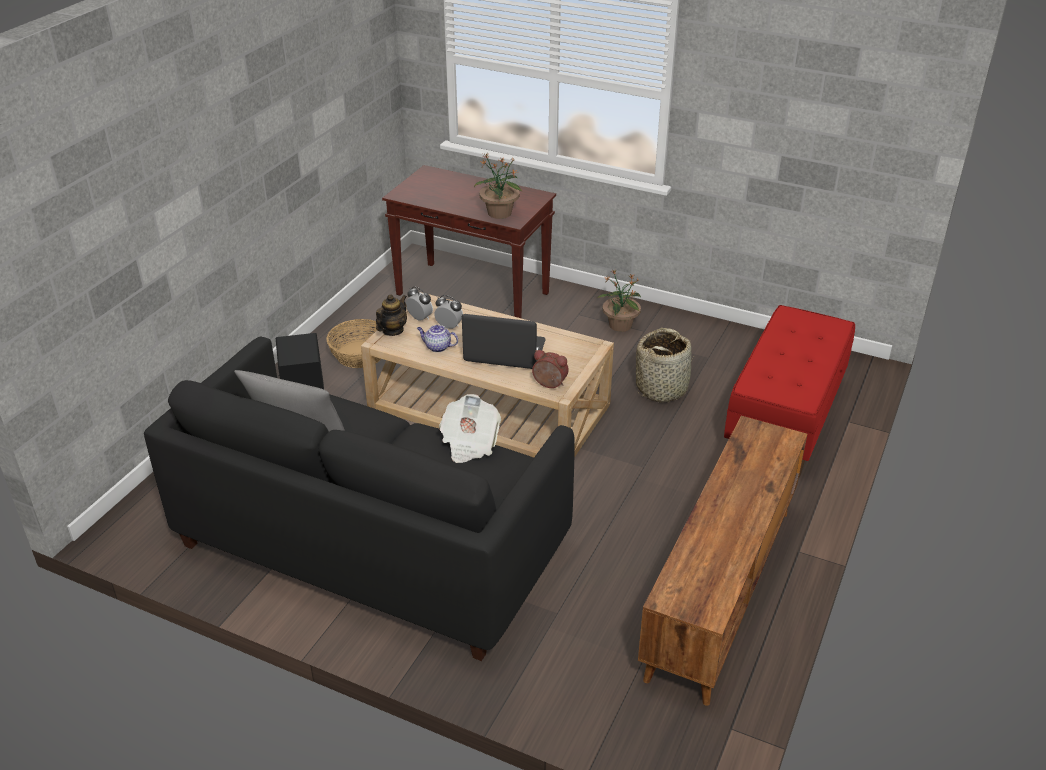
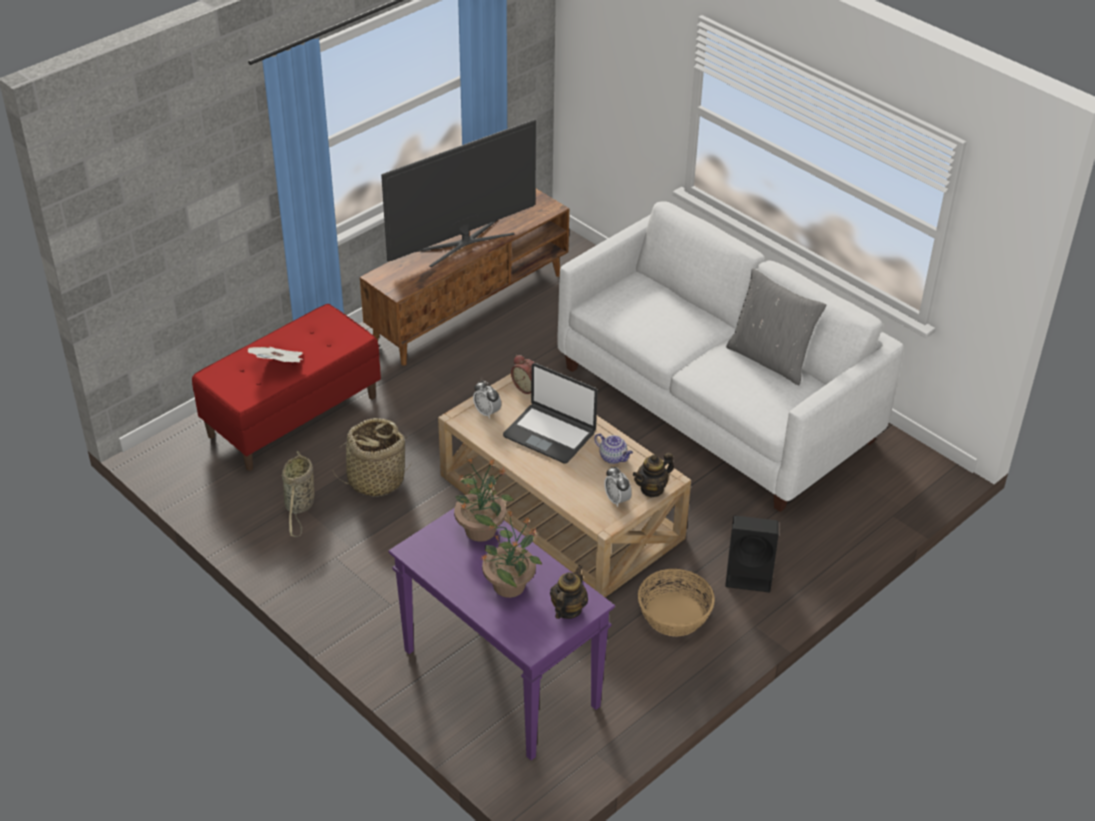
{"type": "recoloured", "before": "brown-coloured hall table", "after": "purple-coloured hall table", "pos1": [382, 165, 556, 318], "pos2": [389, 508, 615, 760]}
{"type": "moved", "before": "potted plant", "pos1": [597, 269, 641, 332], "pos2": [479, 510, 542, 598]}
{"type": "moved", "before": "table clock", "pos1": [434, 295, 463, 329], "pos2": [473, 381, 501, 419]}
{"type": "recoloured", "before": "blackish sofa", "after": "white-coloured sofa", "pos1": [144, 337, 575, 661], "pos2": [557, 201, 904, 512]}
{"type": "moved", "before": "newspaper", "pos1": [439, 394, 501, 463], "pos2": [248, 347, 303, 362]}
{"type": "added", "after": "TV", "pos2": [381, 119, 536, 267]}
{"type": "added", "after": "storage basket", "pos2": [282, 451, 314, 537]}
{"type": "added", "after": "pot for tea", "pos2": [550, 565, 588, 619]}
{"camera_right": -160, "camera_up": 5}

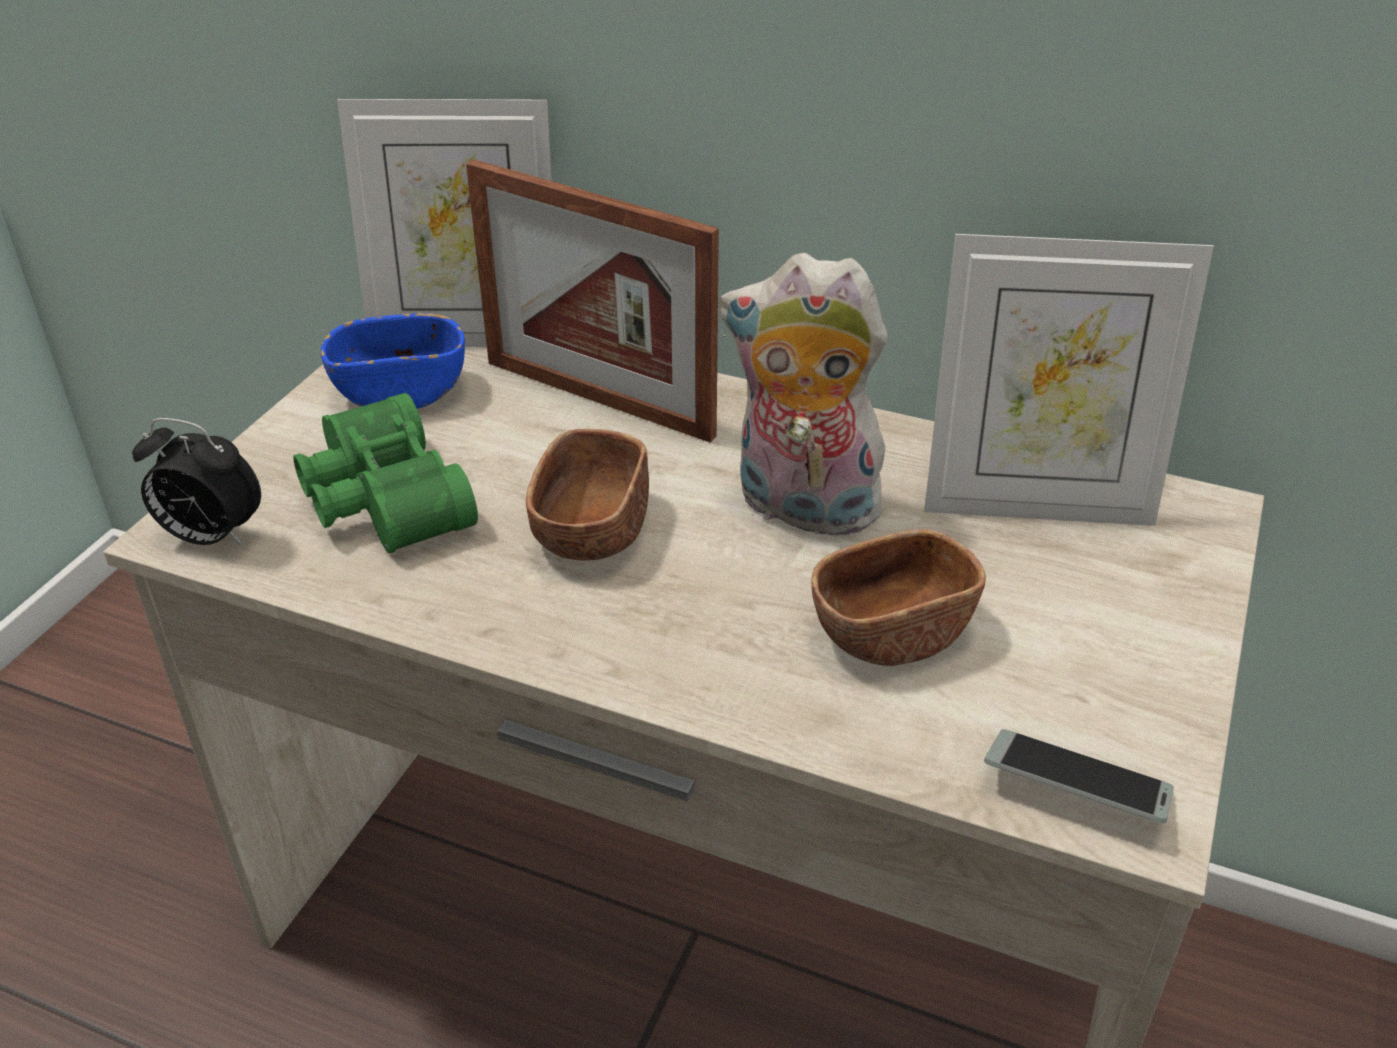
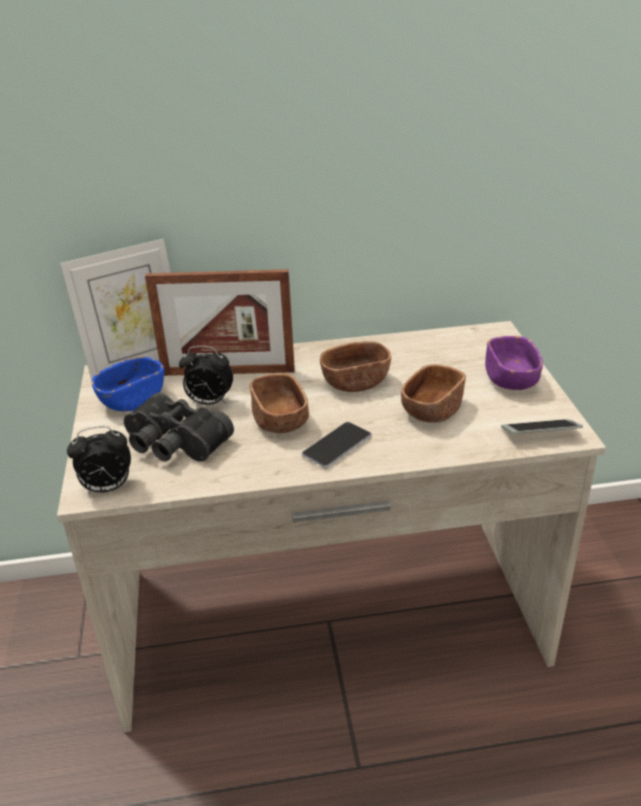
{"type": "removed", "before": "standing frame", "pos1": [924, 234, 1214, 526]}
{"type": "replaced", "before": "soft toy", "after": "brown-coloured serving bowl", "pos1": [720, 253, 890, 542], "pos2": [320, 341, 391, 392]}
{"type": "recoloured", "before": "green pair of binoculars", "after": "blackish pair of binoculars", "pos1": [293, 393, 478, 553], "pos2": [124, 392, 234, 462]}
{"type": "added", "after": "purple-coloured serving bowl", "pos2": [485, 336, 543, 390]}
{"type": "added", "after": "table clock", "pos2": [179, 346, 233, 405]}
{"type": "added", "after": "handset", "pos2": [301, 422, 372, 469]}
{"camera_right": -30, "camera_up": -5}

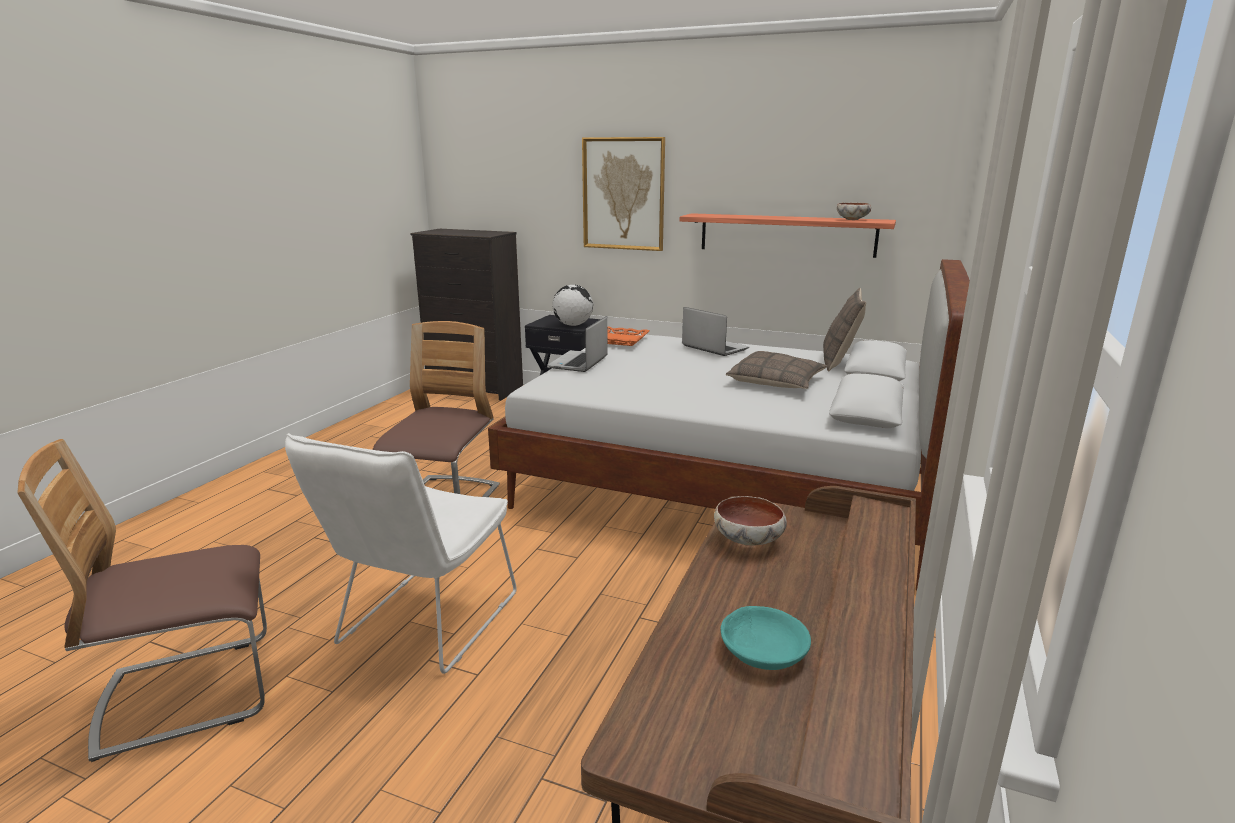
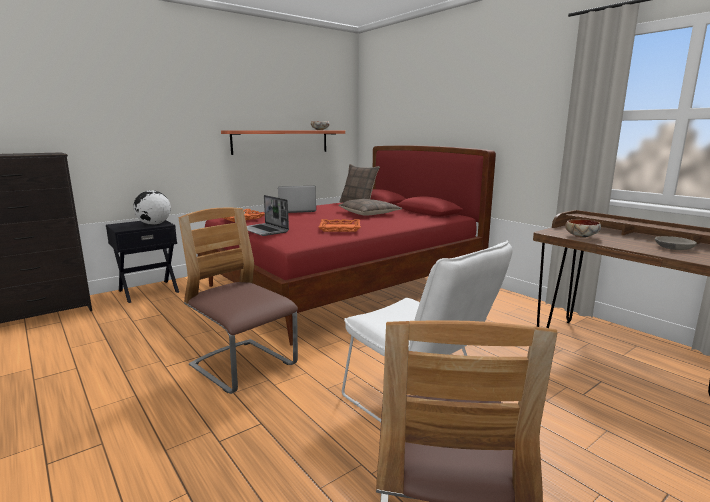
{"type": "removed", "before": "picture", "pos1": [582, 137, 665, 251]}
{"type": "recoloured", "before": "white-coloured bed", "after": "reddish bed", "pos1": [488, 259, 970, 590], "pos2": [198, 146, 496, 346]}
{"type": "recoloured", "before": "turquoise serving bowl", "after": "greyish serving bowl", "pos1": [720, 606, 811, 670], "pos2": [655, 236, 697, 250]}
{"type": "added", "after": "orange-coloured carrying tray", "pos2": [319, 219, 361, 232]}
{"camera_right": -60, "camera_up": -5}

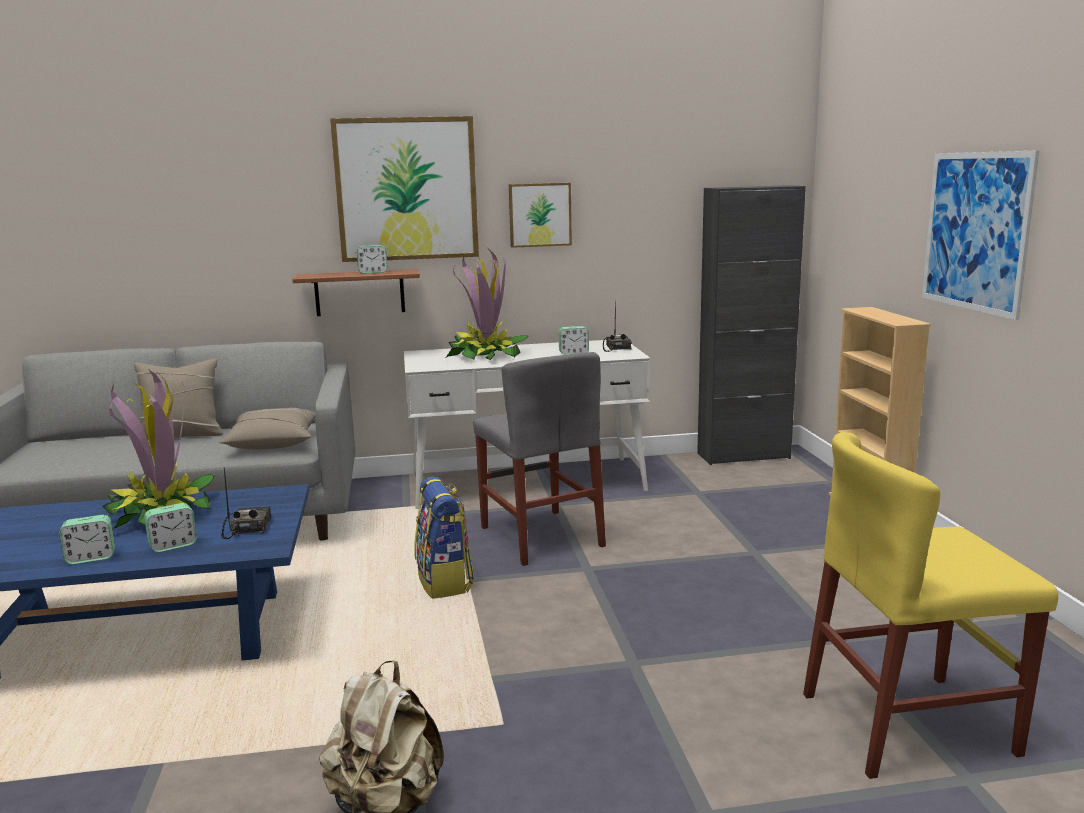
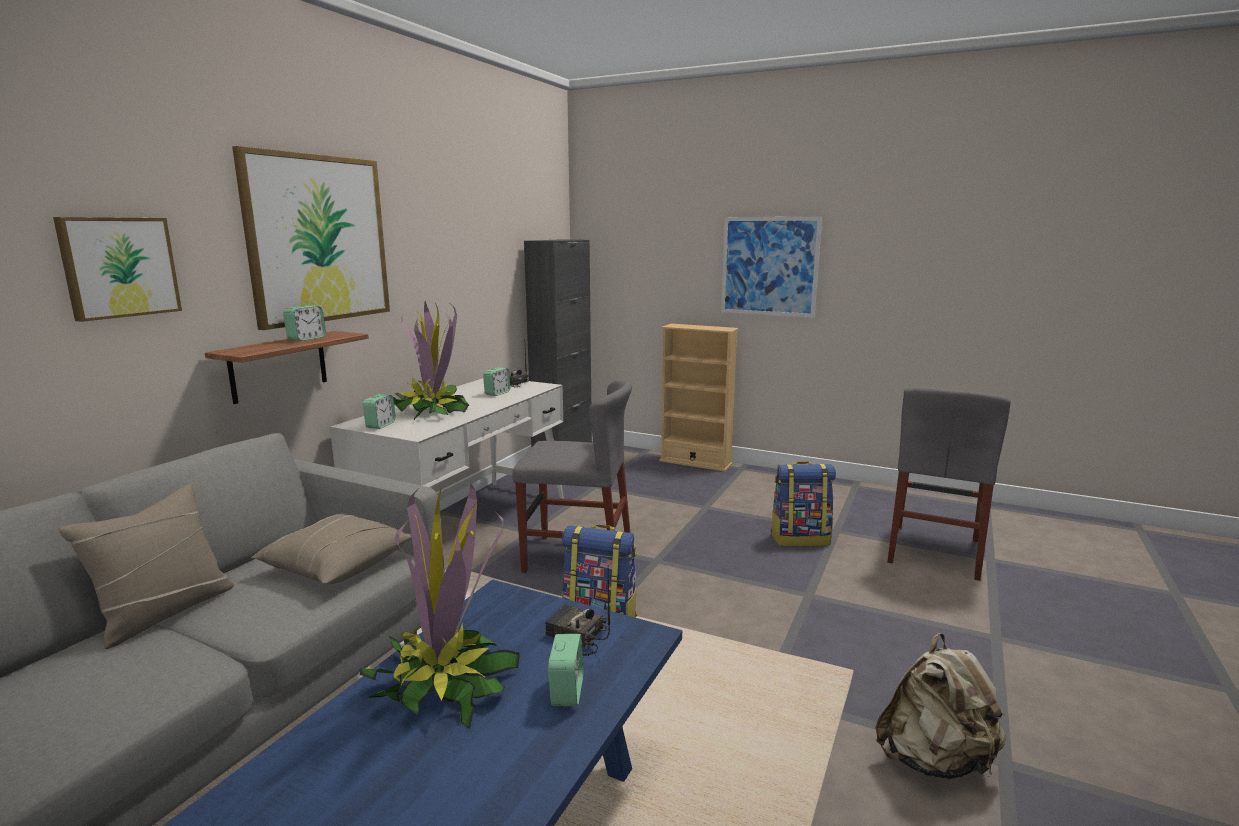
{"type": "moved", "before": "picture", "pos1": [509, 183, 572, 248], "pos2": [53, 217, 182, 322]}
{"type": "recoloured", "before": "yellow-coloured upright chair", "after": "greyish upright chair", "pos1": [803, 432, 1058, 779], "pos2": [887, 387, 1011, 581]}
{"type": "moved", "before": "table clock", "pos1": [59, 515, 115, 565], "pos2": [363, 394, 396, 429]}
{"type": "added", "after": "backpack", "pos2": [770, 461, 836, 546]}
{"camera_right": -55, "camera_up": 0}

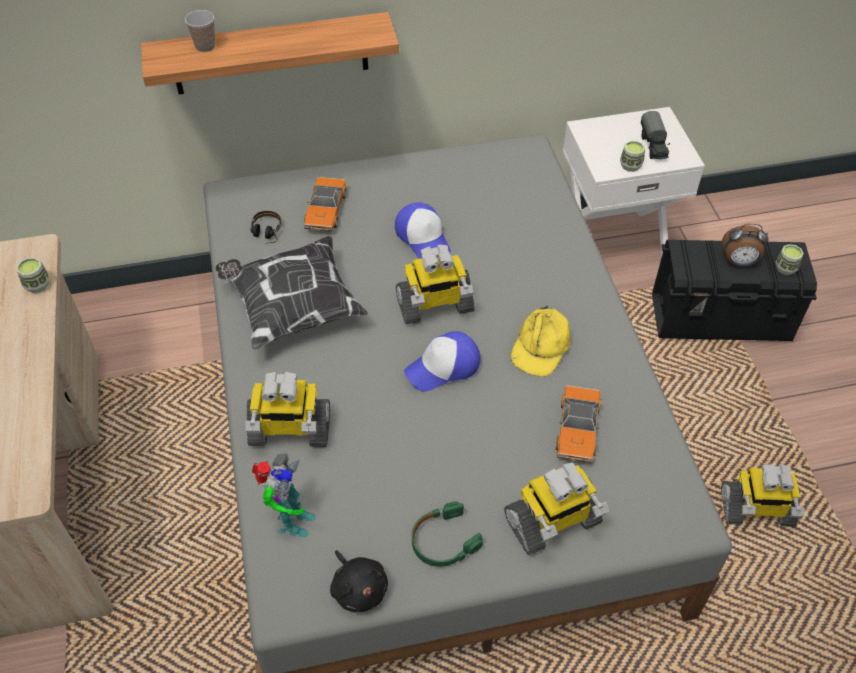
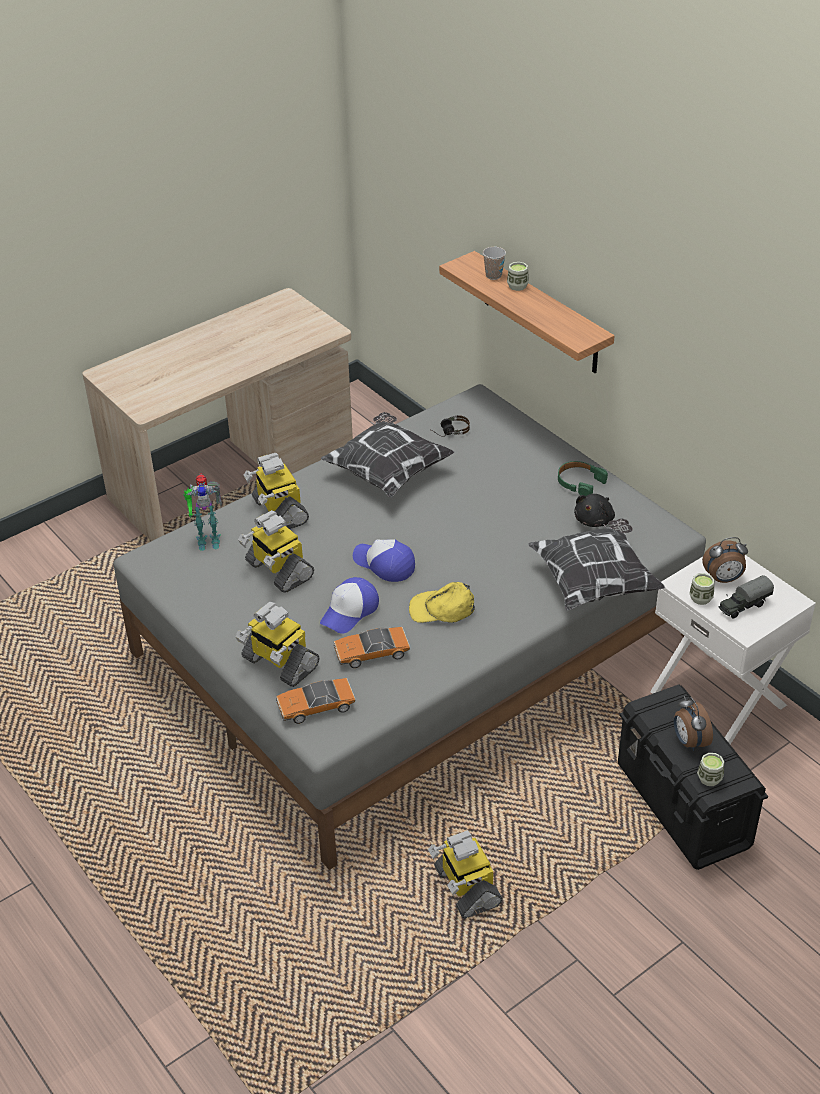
{"type": "moved", "before": "miniature car", "pos1": [304, 177, 346, 231], "pos2": [276, 678, 355, 724]}
{"type": "moved", "before": "baseball cap", "pos1": [395, 202, 451, 259], "pos2": [320, 577, 379, 634]}
{"type": "moved", "before": "robot figure", "pos1": [396, 245, 475, 324], "pos2": [238, 510, 314, 593]}
{"type": "moved", "before": "small cup", "pos1": [16, 257, 49, 293], "pos2": [507, 262, 529, 291]}
{"type": "moved", "before": "green pair of headphones", "pos1": [412, 501, 483, 567], "pos2": [558, 461, 608, 496]}
{"type": "moved", "before": "blackish soft toy", "pos1": [330, 550, 388, 612], "pos2": [574, 494, 615, 527]}
{"type": "added", "after": "cushion", "pos2": [528, 519, 665, 610]}
{"type": "added", "after": "table clock", "pos2": [702, 537, 748, 583]}
{"camera_right": 65, "camera_up": -10}

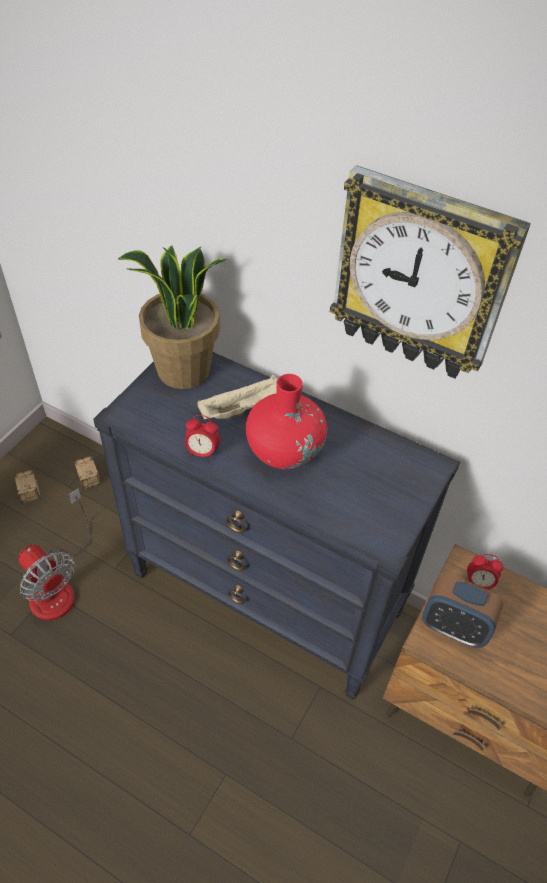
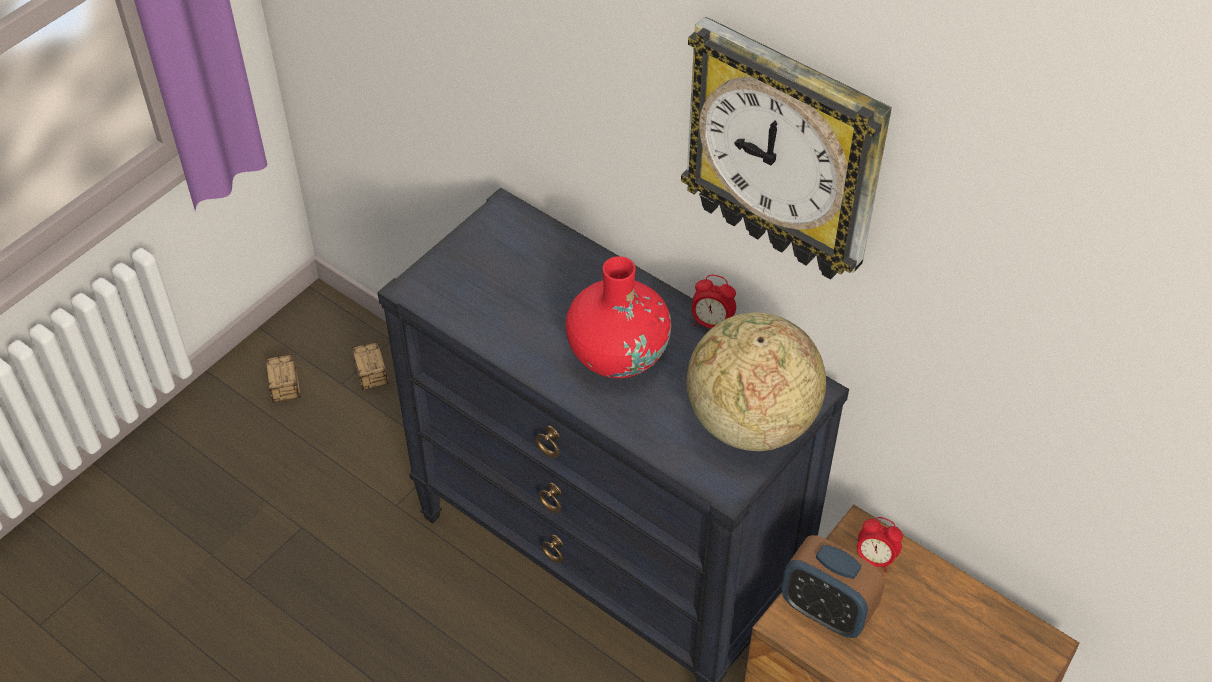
{"type": "removed", "before": "potted plant", "pos1": [118, 245, 228, 389]}
{"type": "removed", "before": "beige-coloured carrying tray", "pos1": [197, 375, 277, 419]}
{"type": "moved", "before": "table clock", "pos1": [185, 415, 220, 460], "pos2": [692, 275, 736, 328]}
{"type": "removed", "before": "cooling fan", "pos1": [18, 488, 91, 620]}
{"type": "added", "after": "globe", "pos2": [687, 312, 826, 451]}
{"camera_right": 10, "camera_up": 0}

